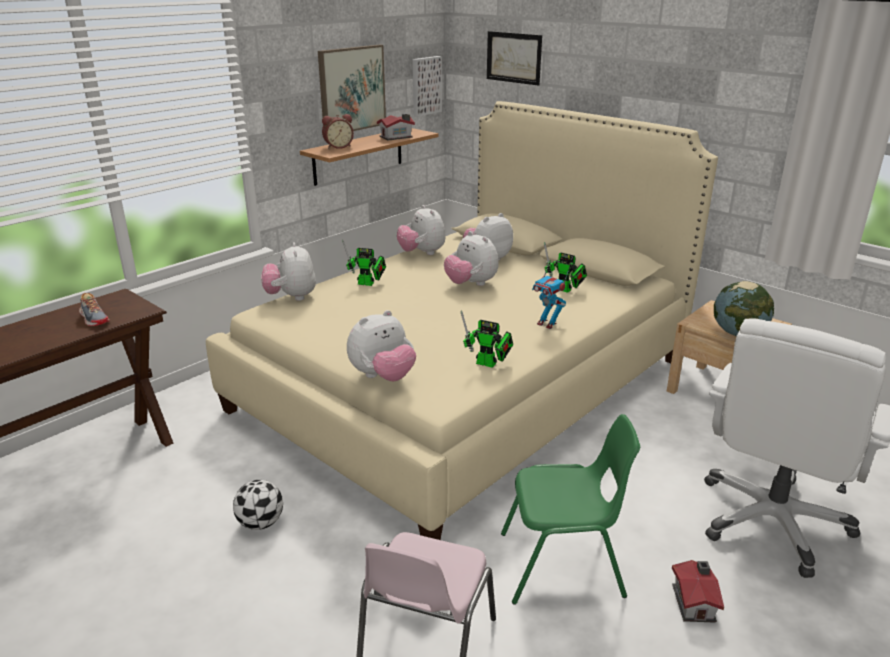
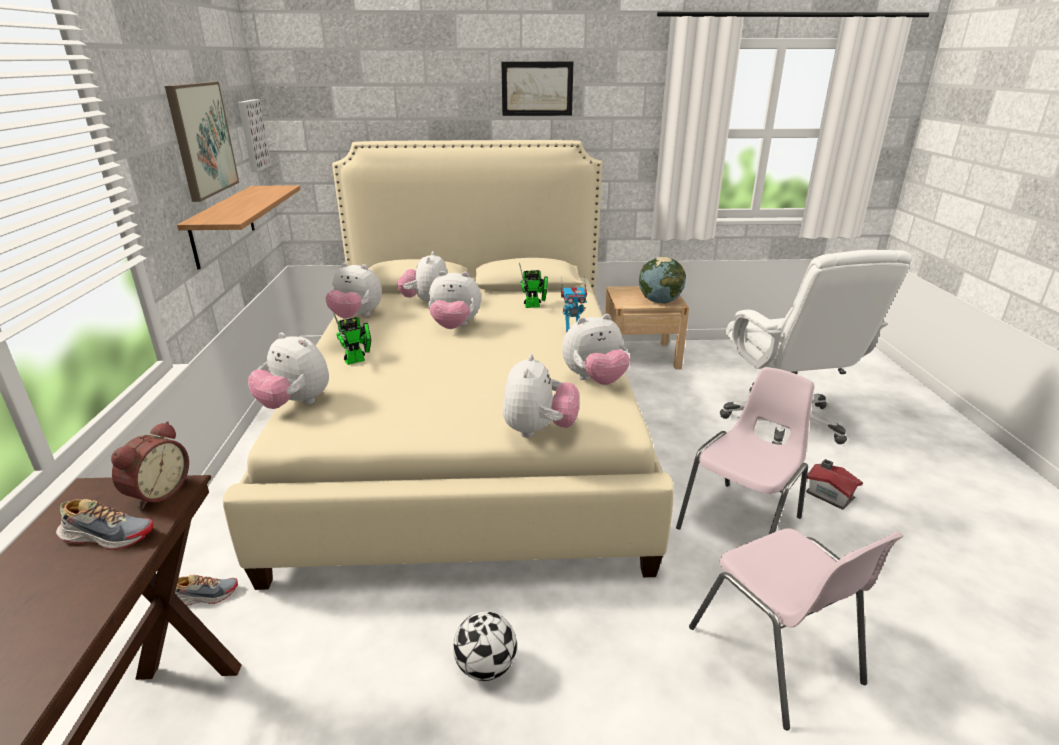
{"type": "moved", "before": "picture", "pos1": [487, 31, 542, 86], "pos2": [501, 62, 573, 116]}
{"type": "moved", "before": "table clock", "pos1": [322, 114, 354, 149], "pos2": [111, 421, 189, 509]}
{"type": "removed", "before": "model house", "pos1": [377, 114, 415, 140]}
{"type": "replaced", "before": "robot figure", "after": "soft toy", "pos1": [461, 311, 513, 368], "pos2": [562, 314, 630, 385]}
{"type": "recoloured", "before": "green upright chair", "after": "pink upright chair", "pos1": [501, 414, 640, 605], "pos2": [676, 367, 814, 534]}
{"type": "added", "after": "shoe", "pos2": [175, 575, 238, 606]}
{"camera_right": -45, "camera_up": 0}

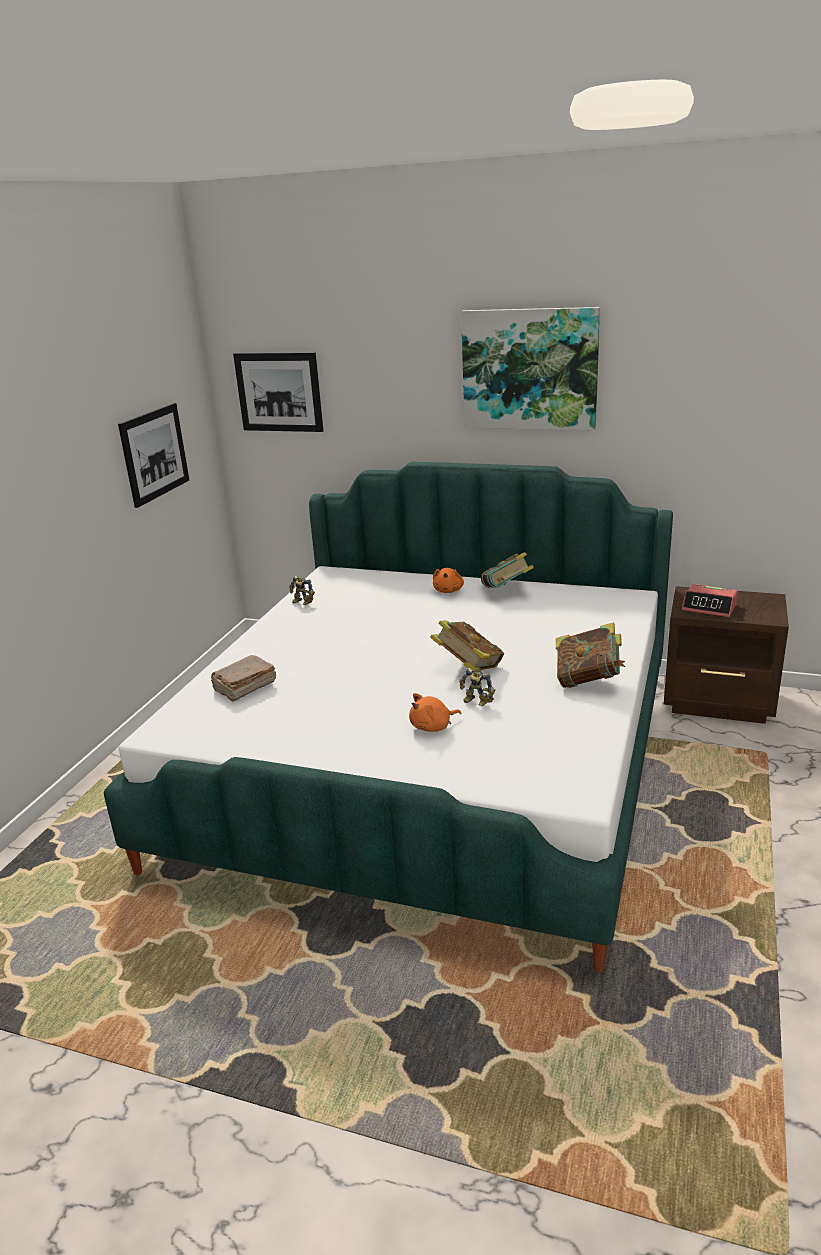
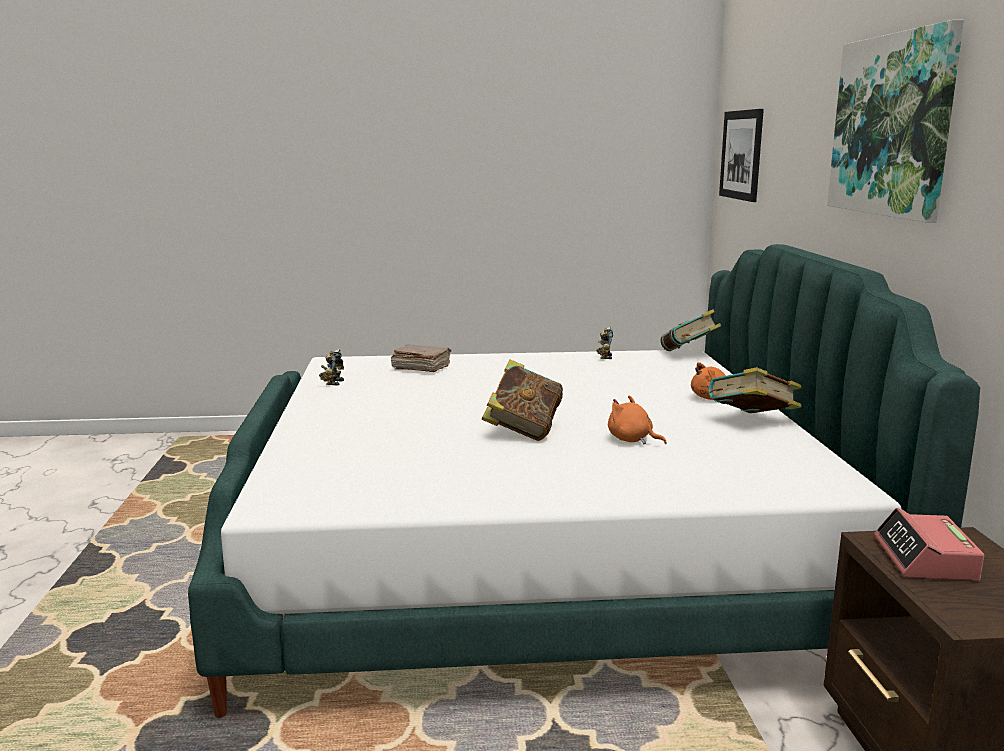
{"type": "removed", "before": "picture", "pos1": [118, 403, 189, 508]}
{"type": "moved", "before": "bound book", "pos1": [556, 623, 625, 688], "pos2": [661, 309, 721, 351]}
{"type": "moved", "before": "robot figure", "pos1": [459, 668, 495, 706], "pos2": [319, 349, 344, 386]}
{"type": "moved", "before": "orange-coloured soft toy", "pos1": [409, 693, 462, 732], "pos2": [608, 395, 667, 445]}
{"camera_right": 65, "camera_up": -10}

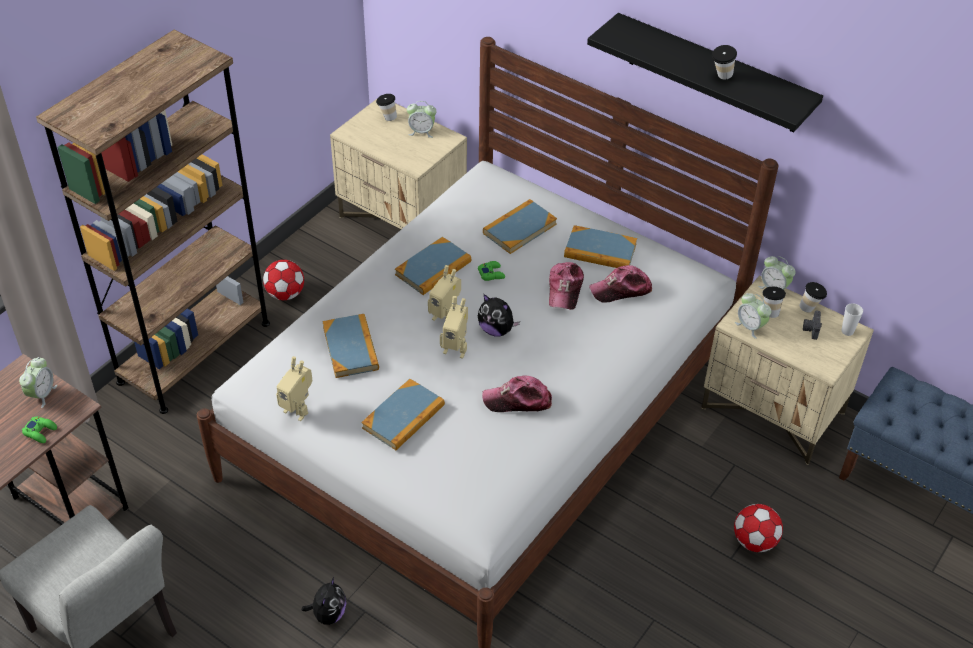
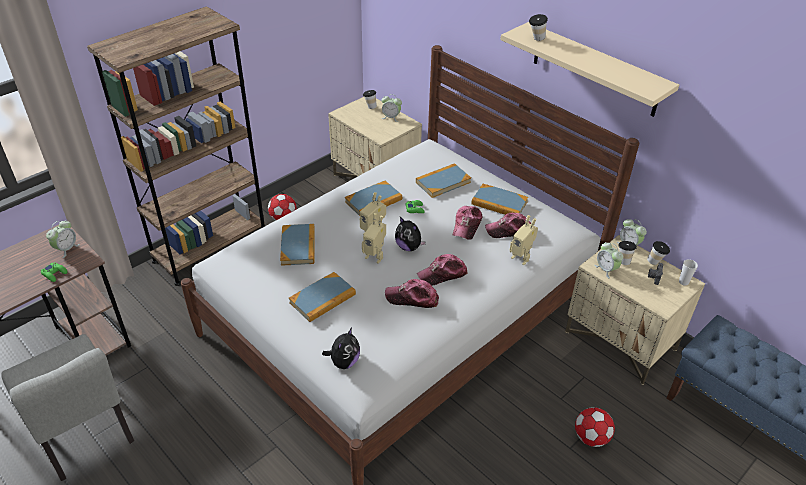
{"type": "recoloured", "before": "blackish shelf", "after": "beige-coloured shelf", "pos1": [587, 13, 823, 133], "pos2": [500, 22, 679, 117]}
{"type": "moved", "before": "small cup", "pos1": [712, 45, 737, 79], "pos2": [529, 14, 548, 41]}
{"type": "moved", "before": "robot figure", "pos1": [276, 356, 313, 421], "pos2": [510, 215, 538, 265]}
{"type": "moved", "before": "soft toy", "pos1": [302, 577, 347, 625], "pos2": [322, 328, 360, 369]}
{"type": "added", "after": "baseball cap", "pos2": [417, 254, 468, 286]}
{"camera_right": 10, "camera_up": -5}

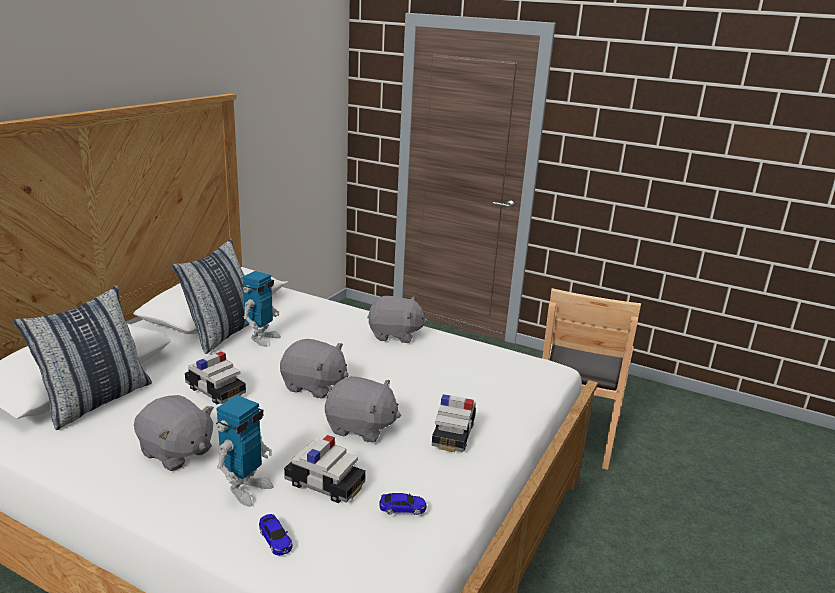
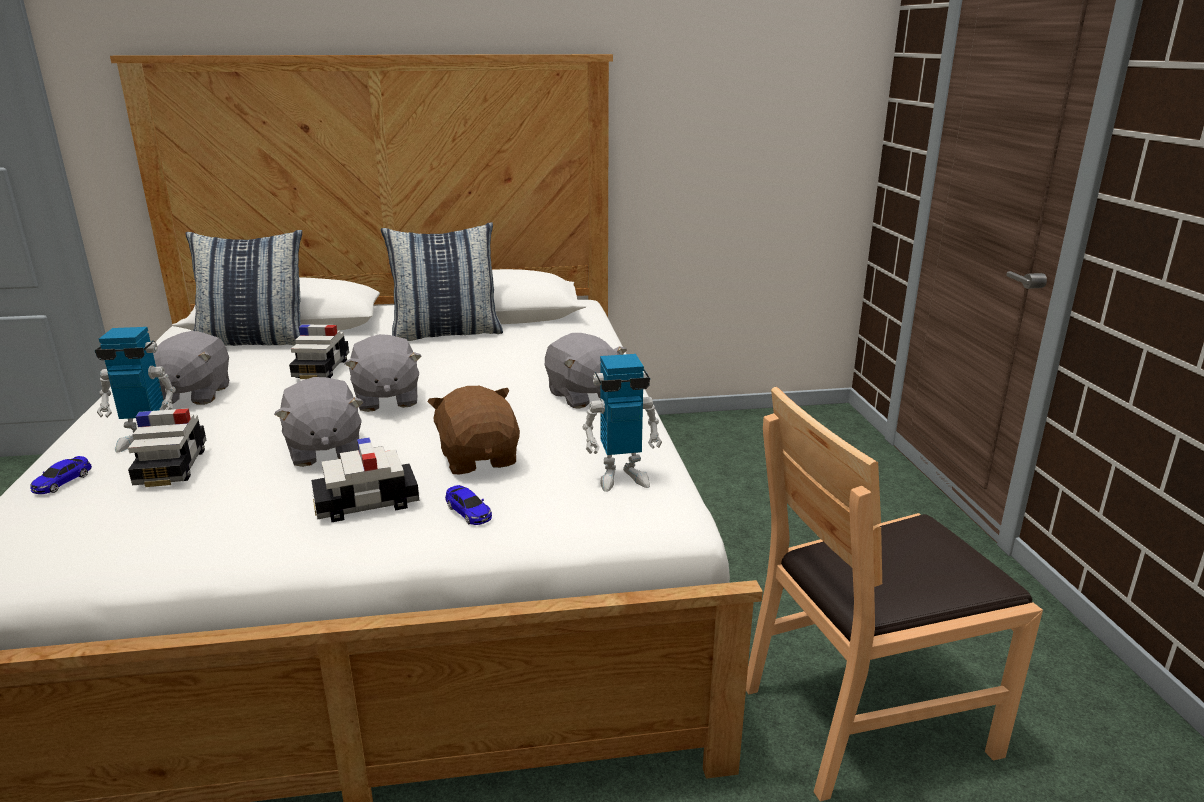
{"type": "moved", "before": "robot figure", "pos1": [242, 271, 281, 347], "pos2": [582, 354, 662, 492]}
{"type": "moved", "before": "miniature car", "pos1": [380, 493, 427, 515], "pos2": [445, 485, 492, 525]}
{"type": "added", "after": "brown-coloured soft toy", "pos2": [428, 386, 520, 474]}
{"camera_right": 55, "camera_up": 0}

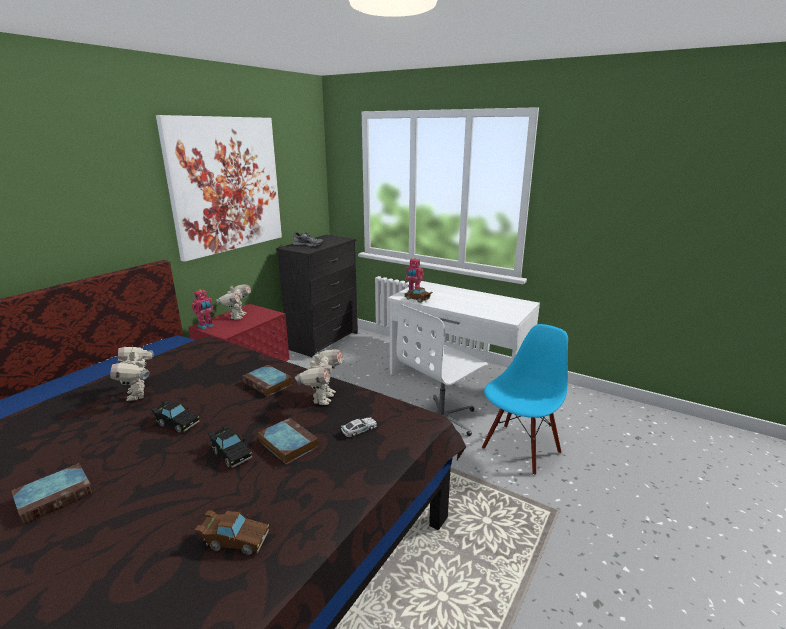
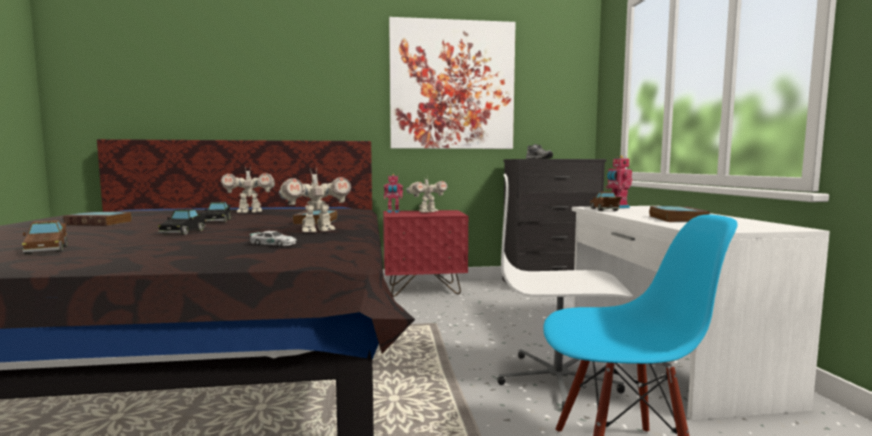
{"type": "turned", "before": "robot figure", "pos1": [110, 346, 154, 401], "pos2": [221, 168, 275, 213], "turn": -135}
{"type": "moved", "before": "bound book", "pos1": [258, 418, 319, 464], "pos2": [649, 206, 710, 222]}
{"camera_right": 50, "camera_up": -15}

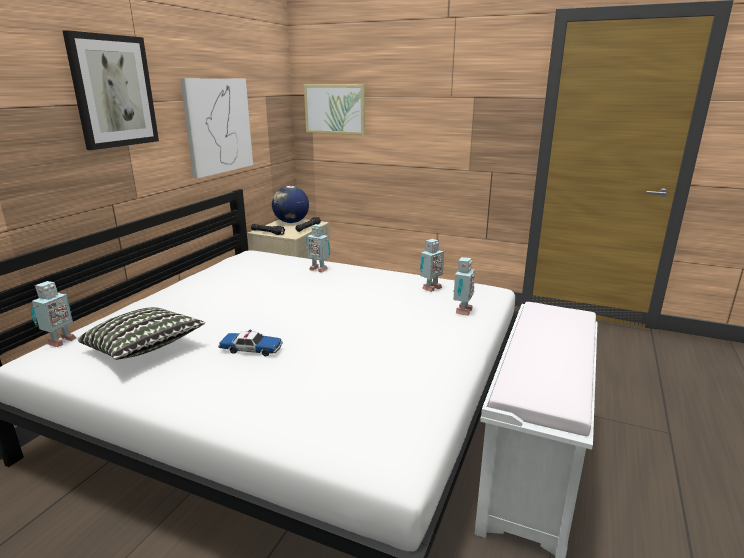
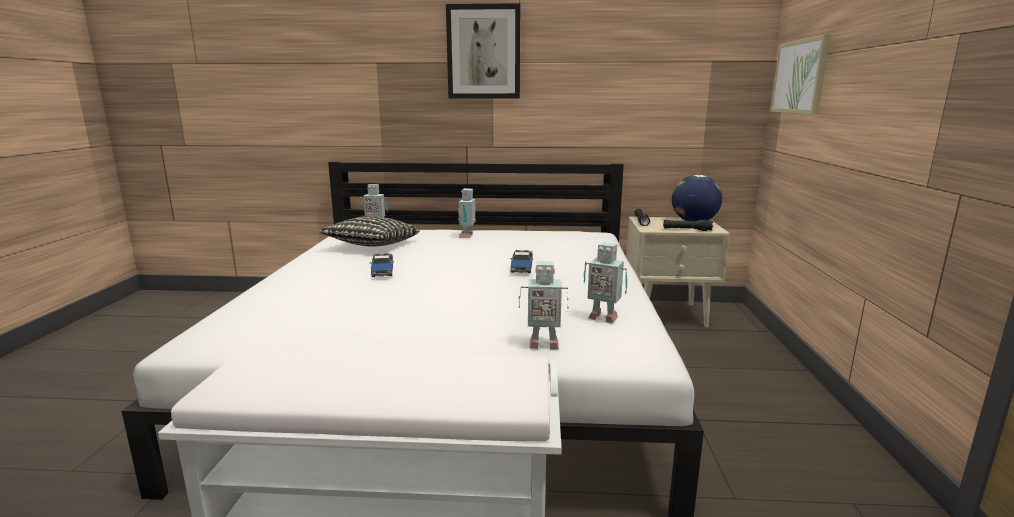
{"type": "removed", "before": "picture", "pos1": [180, 78, 253, 179]}
{"type": "moved", "before": "robot figure", "pos1": [306, 224, 330, 272], "pos2": [458, 188, 476, 238]}
{"type": "added", "after": "miniature car", "pos2": [510, 250, 533, 273]}
{"camera_right": 70, "camera_up": -5}

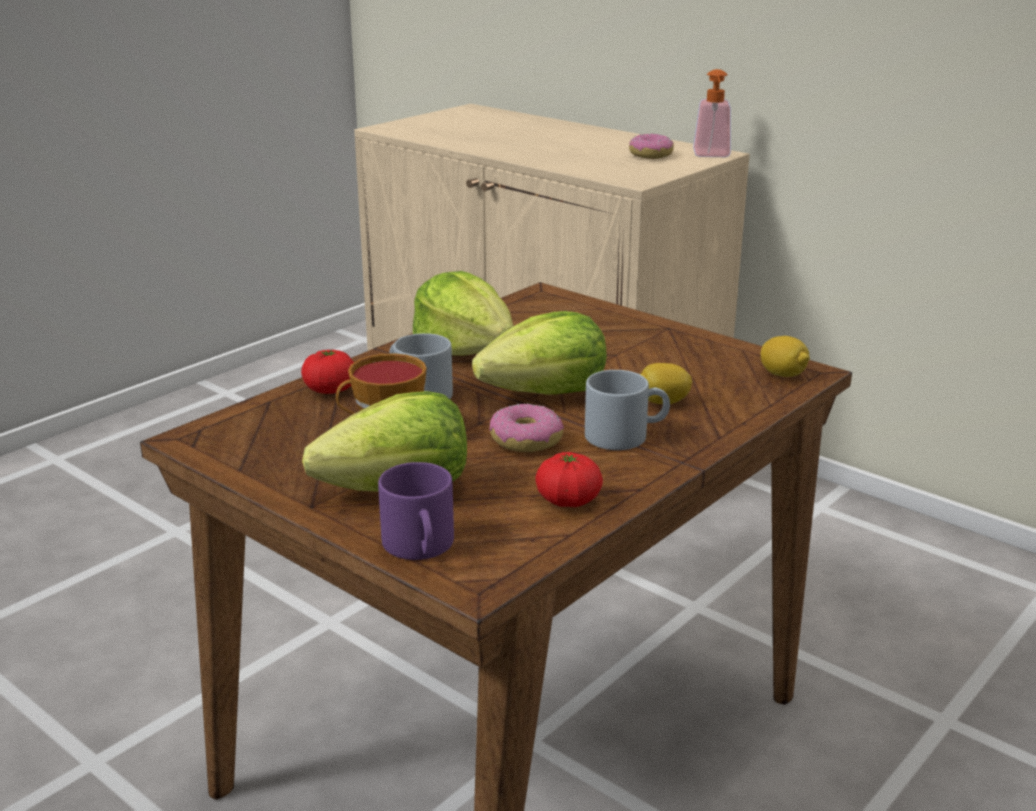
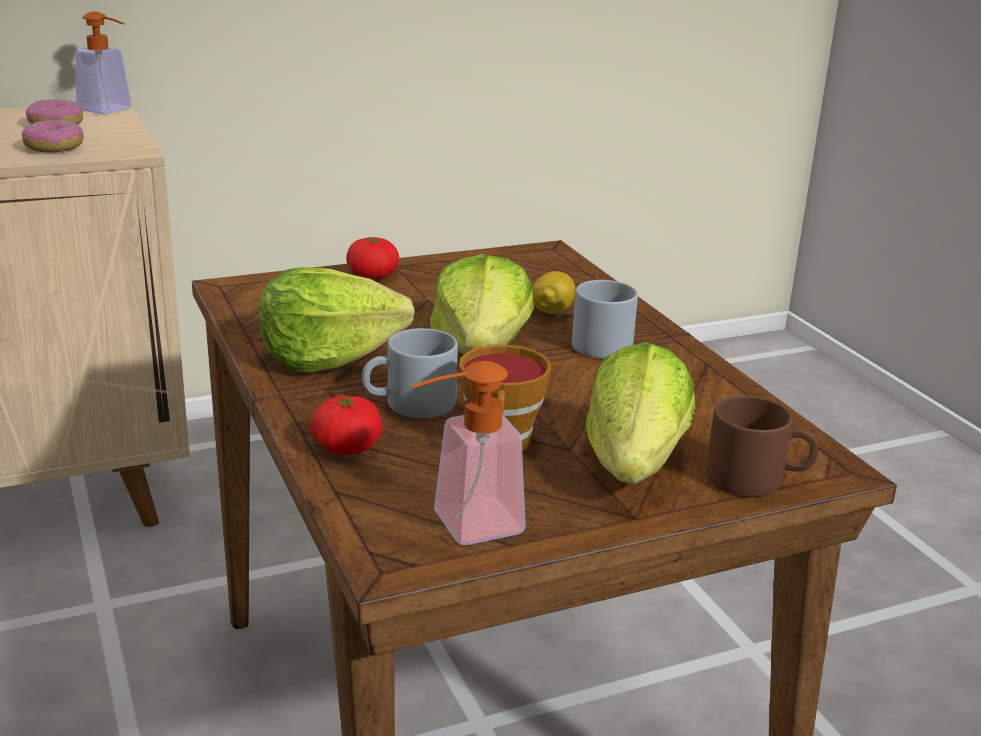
{"type": "removed", "before": "lemon", "pos1": [761, 336, 810, 377]}
{"type": "moved", "before": "donut", "pos1": [489, 403, 564, 452], "pos2": [22, 120, 84, 153]}
{"type": "moved", "before": "fresh tomato", "pos1": [535, 452, 603, 508], "pos2": [346, 237, 399, 279]}
{"type": "recoloured", "before": "purple-coloured coffee mug", "after": "brown-coloured coffee mug", "pos1": [378, 462, 454, 560], "pos2": [706, 396, 819, 497]}
{"type": "added", "after": "liquid soap bottle", "pos2": [412, 361, 526, 545]}
{"camera_right": -65, "camera_up": 0}

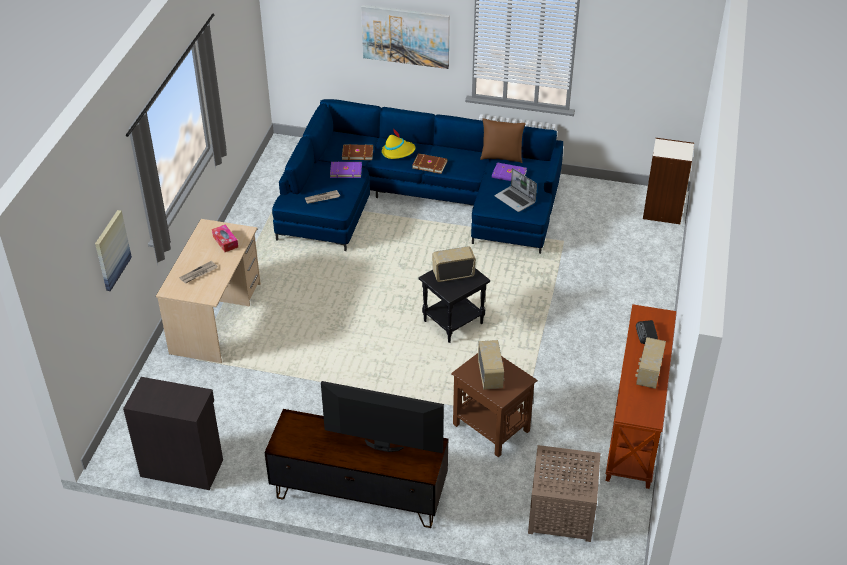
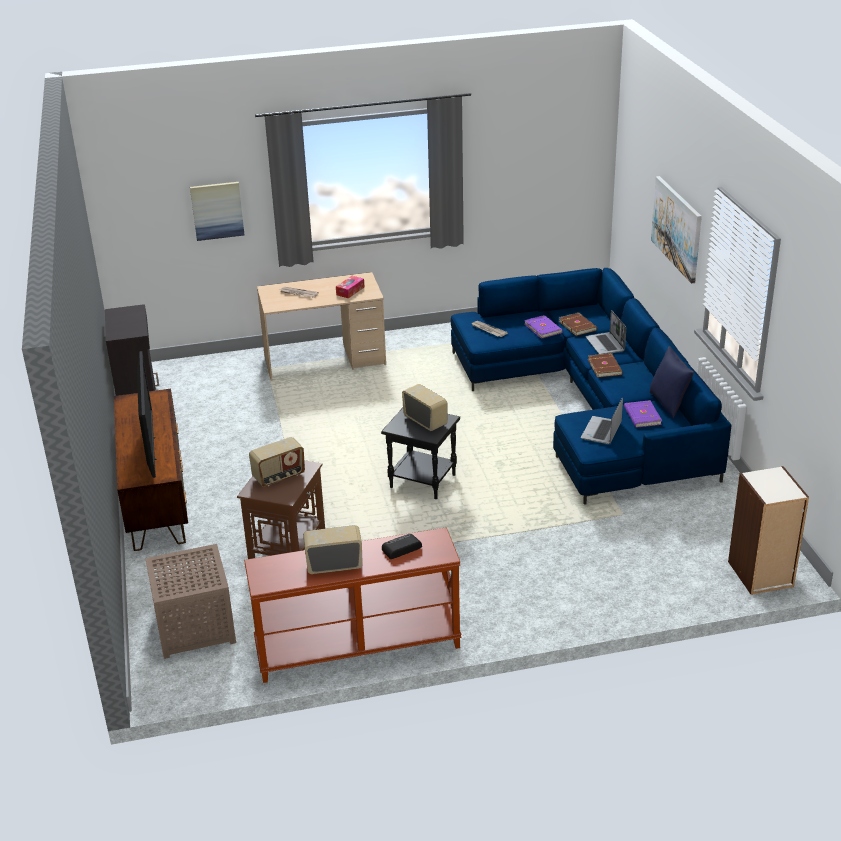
{"type": "recoloured", "before": "brown-coloured cushion", "after": "blue-coloured cushion", "pos1": [480, 118, 526, 163], "pos2": [650, 346, 694, 418]}
{"type": "replaced", "before": "yellow-coloured wearable hat", "after": "notebook computer", "pos1": [382, 128, 416, 159], "pos2": [585, 310, 626, 354]}
{"camera_right": 65, "camera_up": -10}

